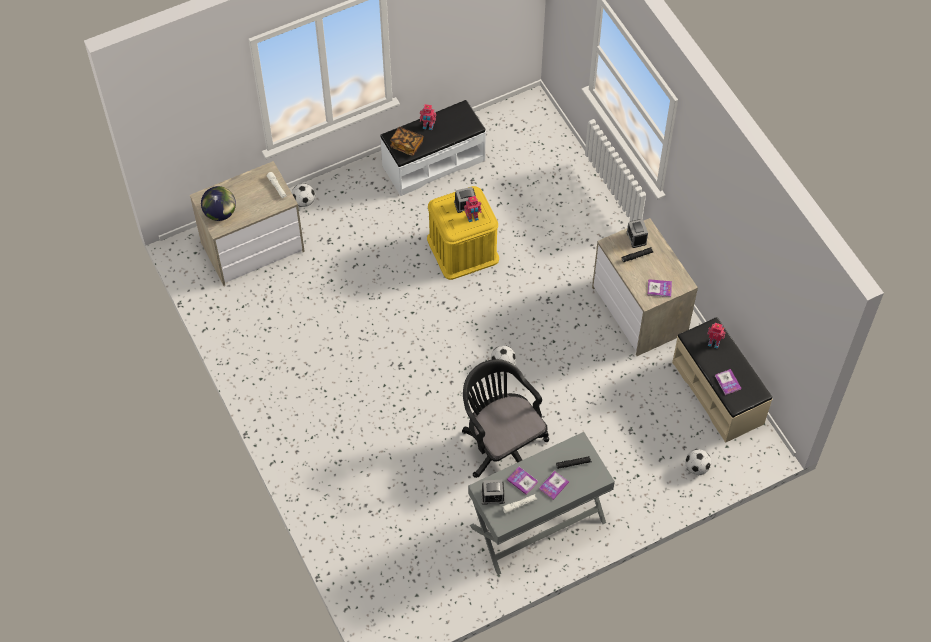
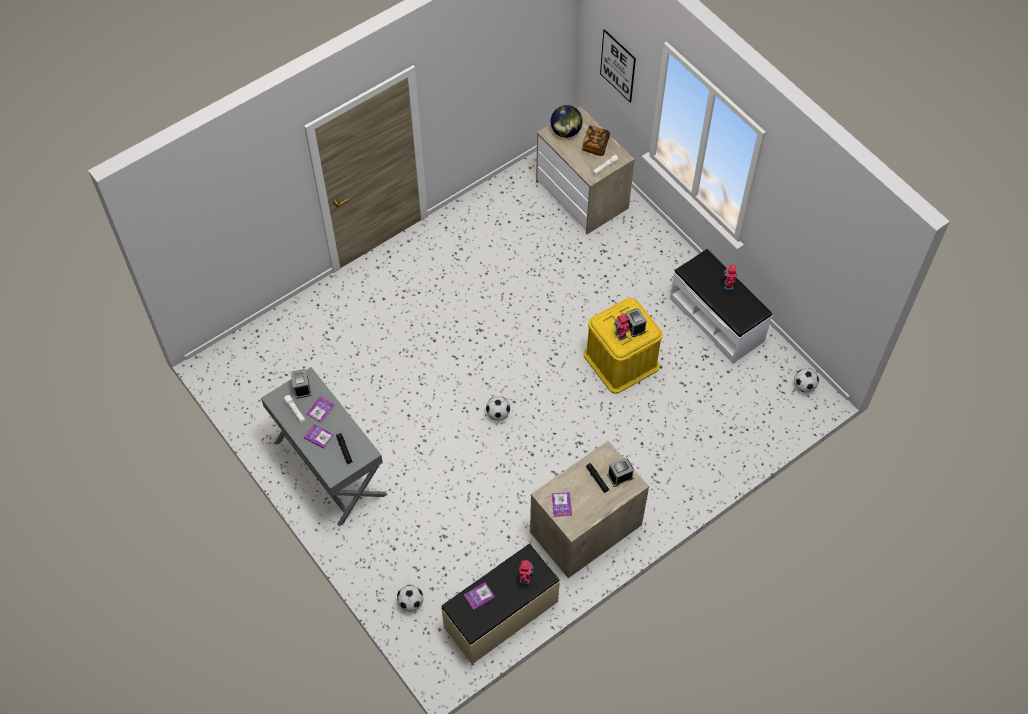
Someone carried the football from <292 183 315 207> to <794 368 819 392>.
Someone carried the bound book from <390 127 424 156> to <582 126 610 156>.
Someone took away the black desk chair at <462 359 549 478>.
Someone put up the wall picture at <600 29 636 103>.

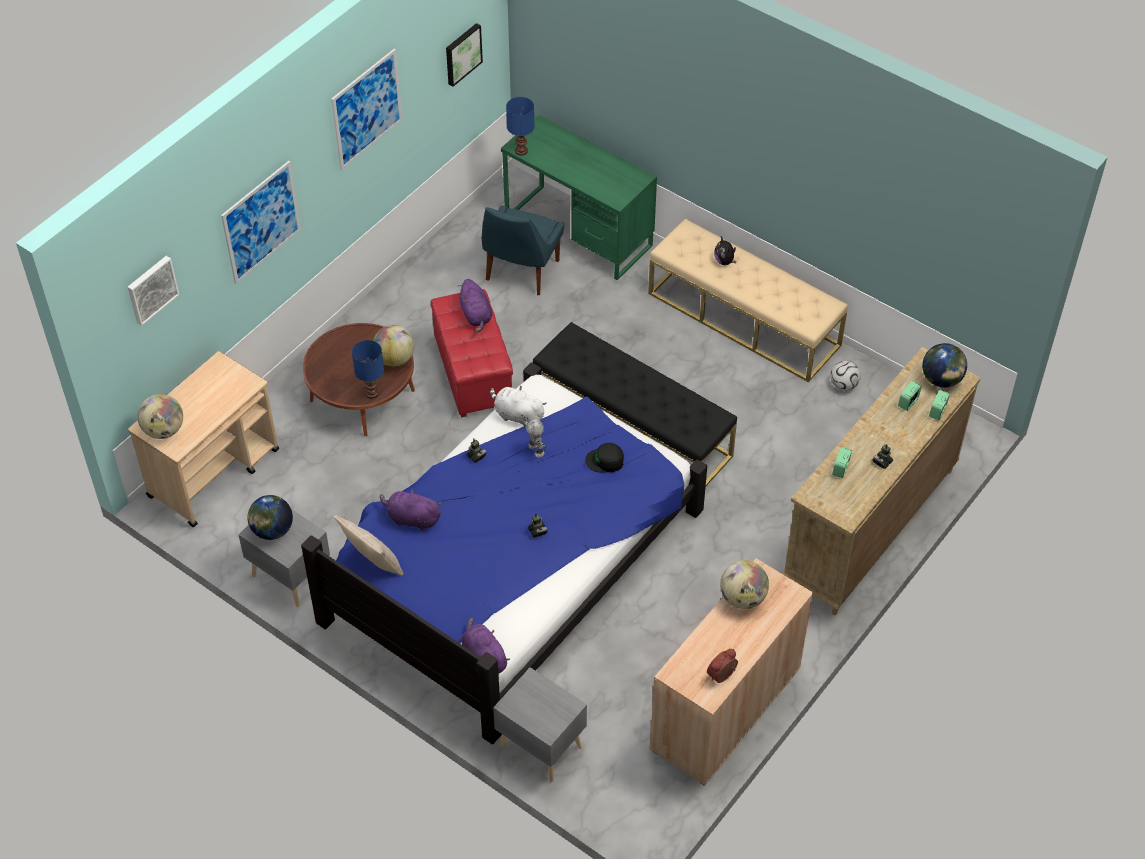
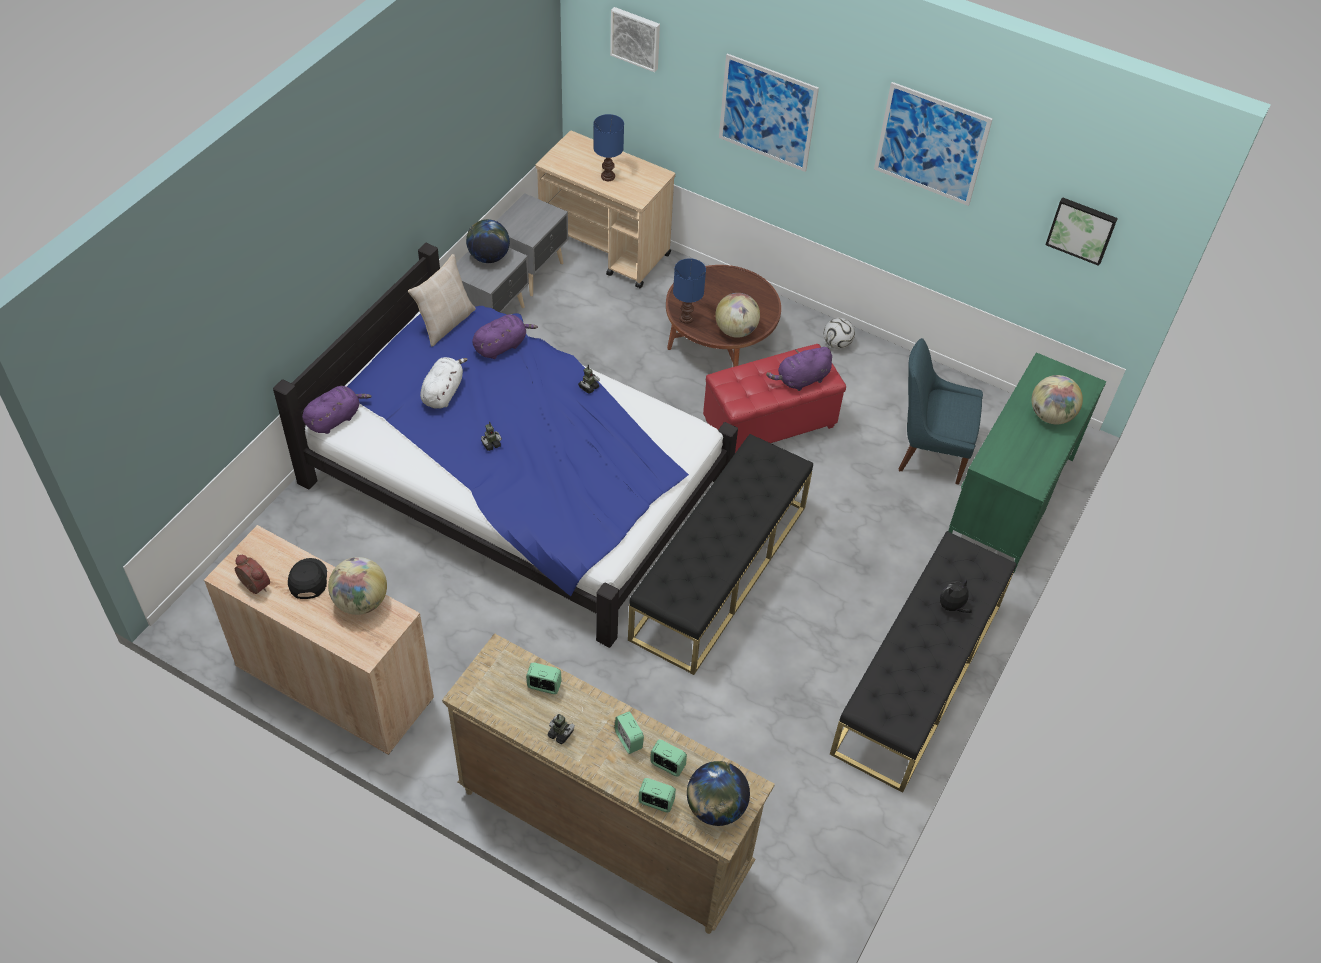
Someone carried the desk globe from <137 394 183 439> to <1032 375 1083 424>.
Someone rotated the purple plush toy at <380 488 441 531> by 45 degrees clockwise.
Someone carried the white-coloured plush toy from <490 386 547 427> to <420 357 468 409>.
Someone carried the grey bedside table from <493 667 587 782> to <497 193 568 296>.
Someone carried the blue-coloured table lamp from <506 97 534 156> to <593 114 624 181>.
Someone took away the model robot at <523 417 546 457>.
Someone carried the black cap from <585 443 624 472> to <288 558 327 599>.
Someone repainted the sand-coloured bench at <648 219 848 382>, which became the black bench at <830 531 1016 793>.
Someone carried the football from <831 361 861 391> to <823 318 855 349>.
Someone put down the bedside clock at <615 712 644 754>.

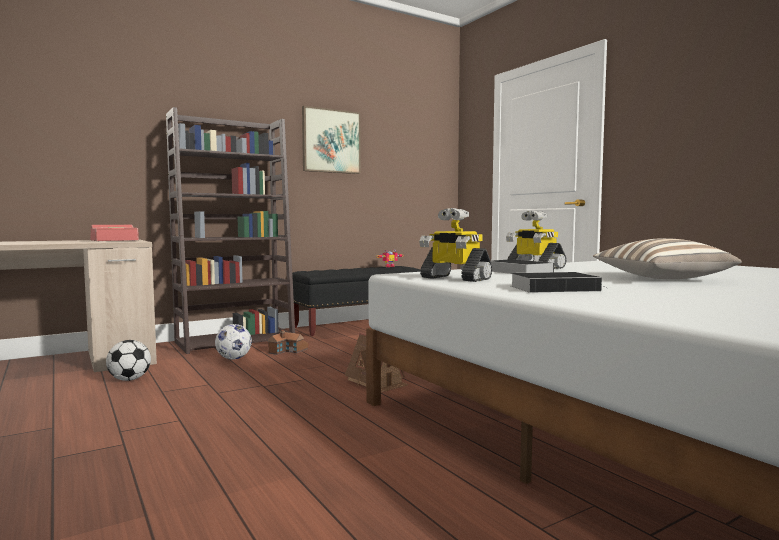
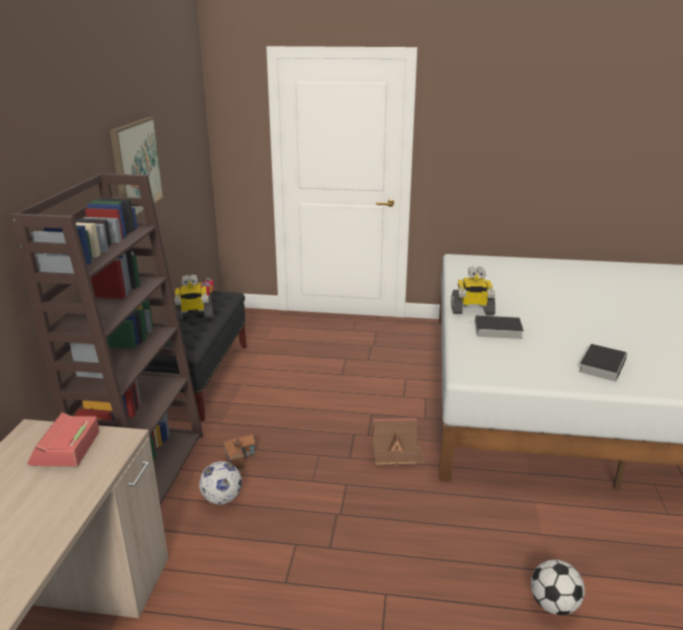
Someone carried the football from <106 340 151 381> to <531 560 585 615>.
Someone carried the model robot from <419 208 492 282> to <174 274 213 321>.
Someone took away the pillow at <593 238 742 279>.

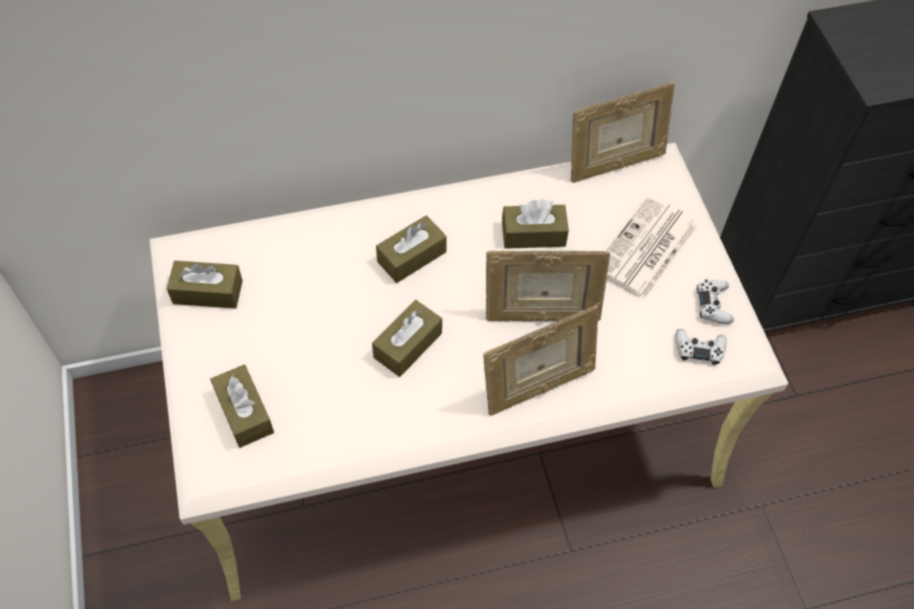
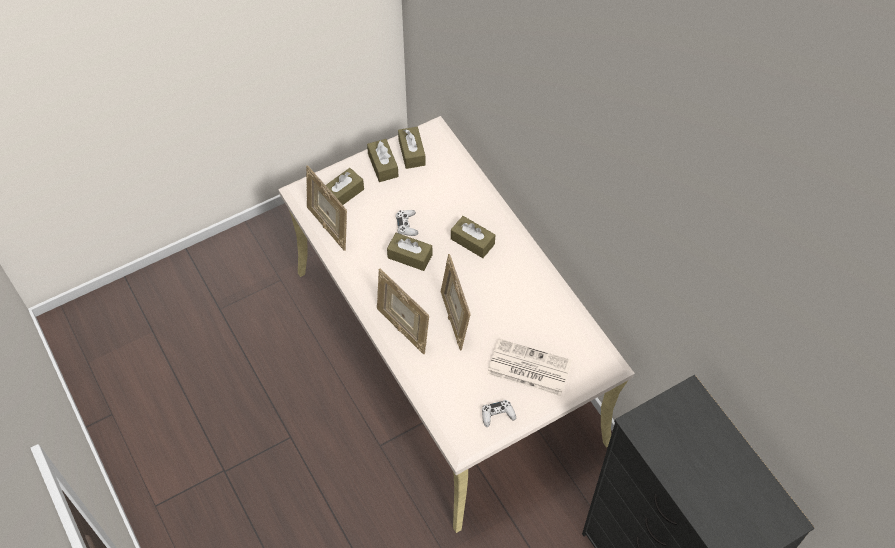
Someone carried the brown-coloured tissue holder from <502 199 569 249> to <367 139 399 182>.
Someone carried the standing frame from <571 82 675 183> to <306 165 347 251>.
Someone carried the white-coloured game controller from <676 328 726 365> to <396 210 418 236>.

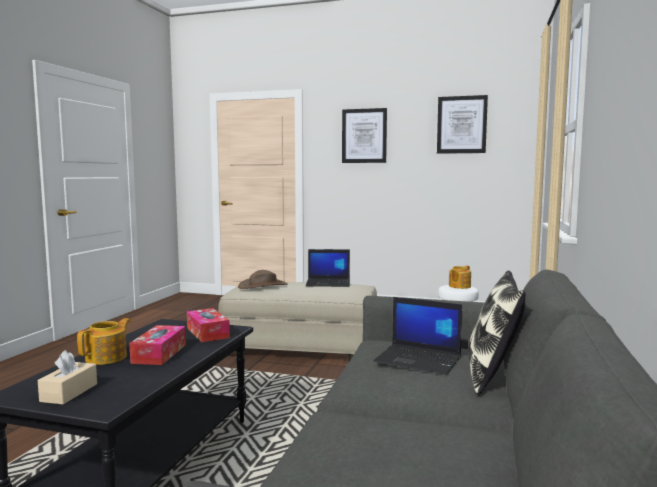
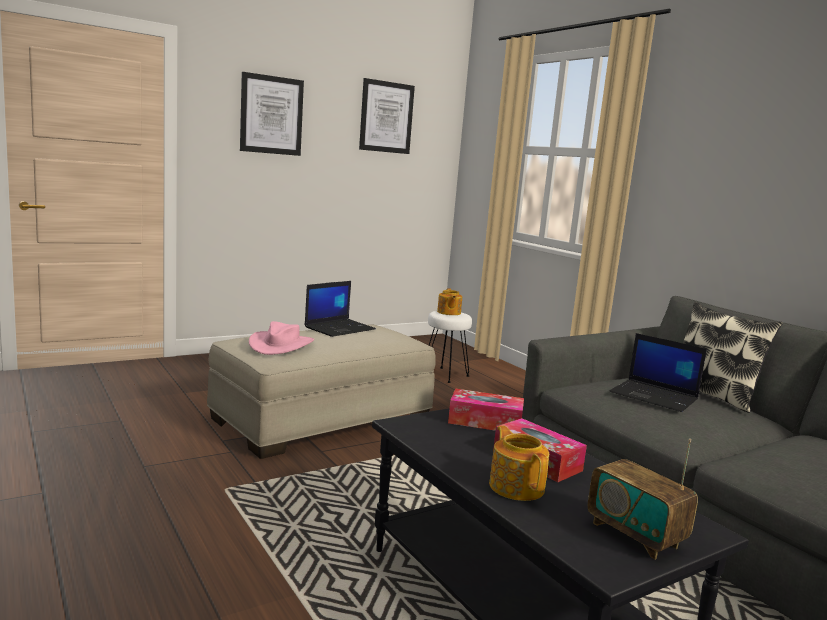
Someone swapped the sand-coloured tissue holder at <38 350 97 405> for the radio set at <588 439 698 559>.
Someone repainted the brown-coloured wearable hat at <238 270 288 289>, which became the pink wearable hat at <249 321 314 355>.
Someone rotated the portable computer at <374 297 462 374> by 60 degrees clockwise.

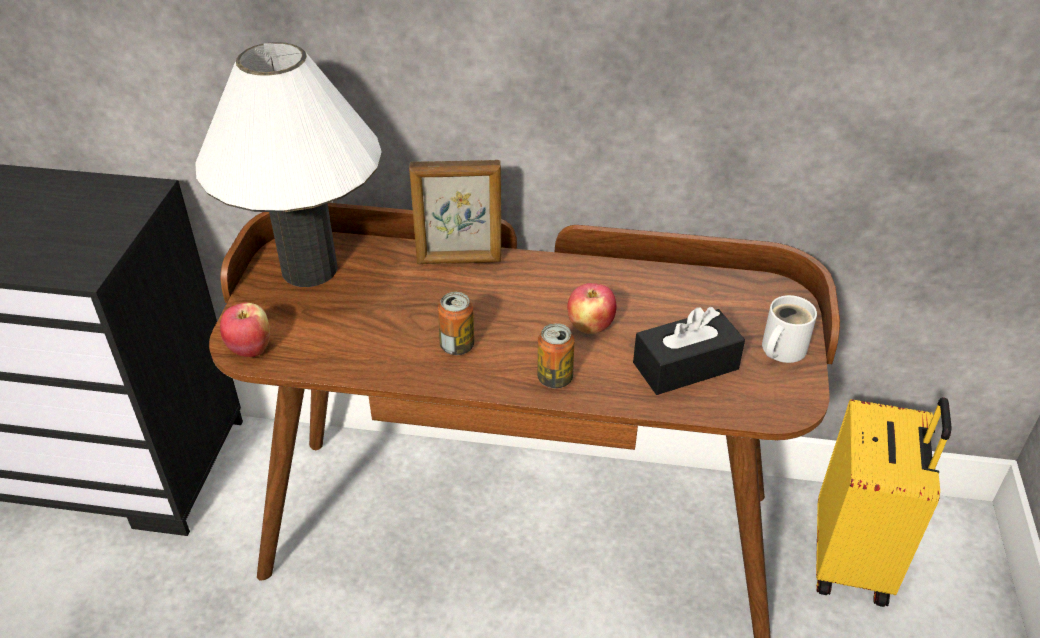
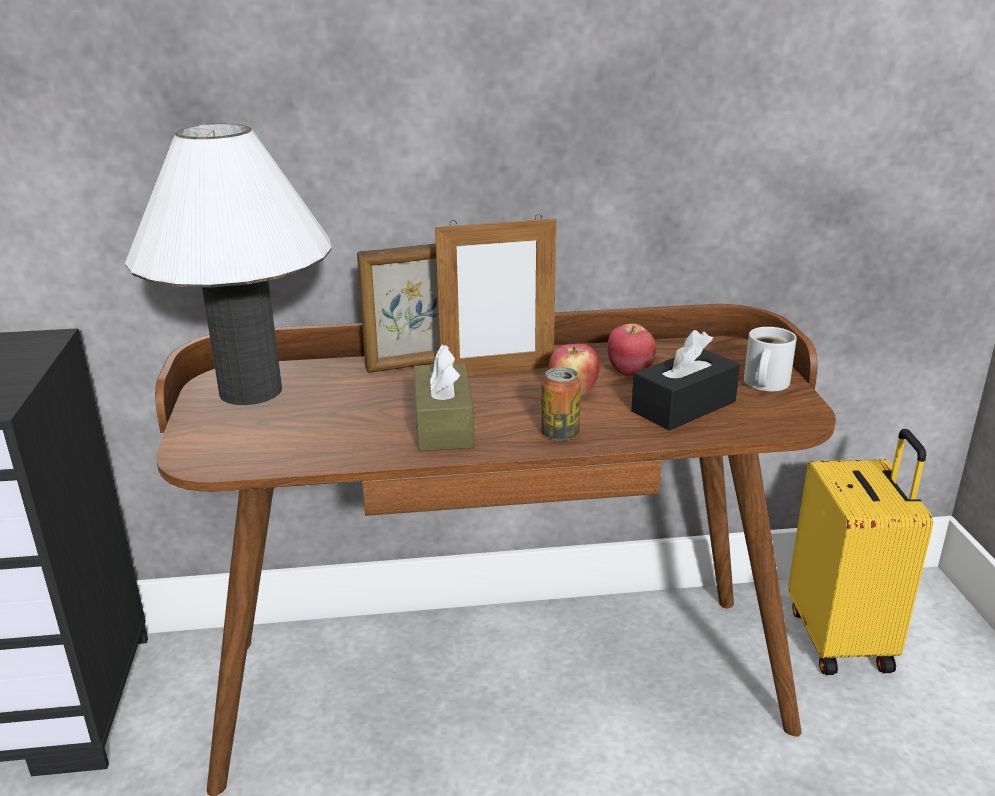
Someone carried the whole apple from <220 302 270 357> to <607 324 656 376>.
Someone swapped the metal can at <438 292 474 355> for the brown-coloured tissue holder at <414 345 475 451>.
Someone put down the standing frame at <435 214 556 375>.

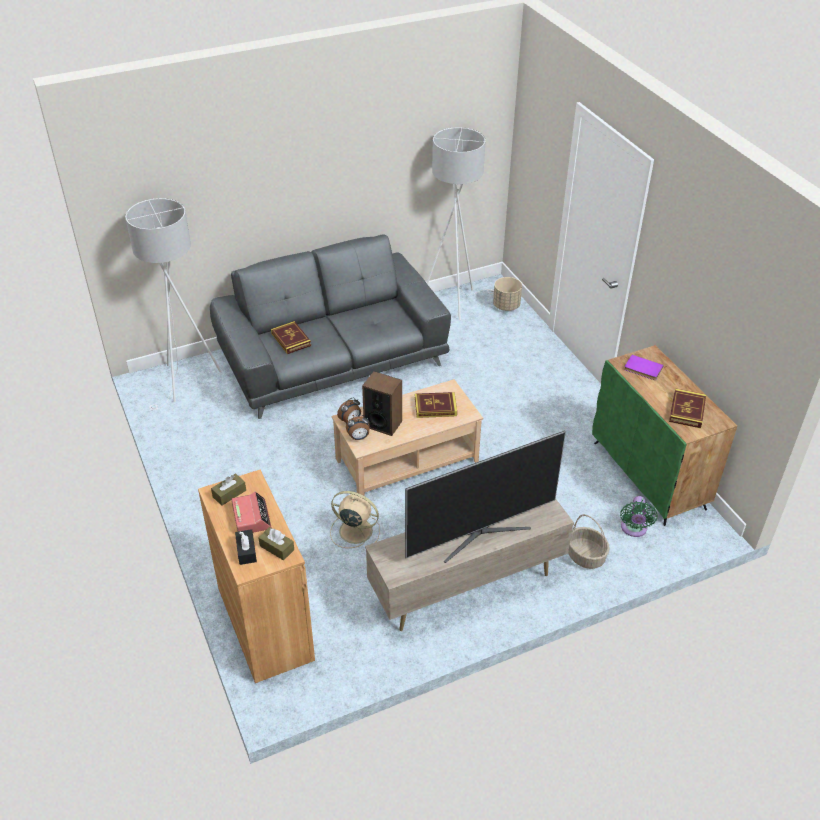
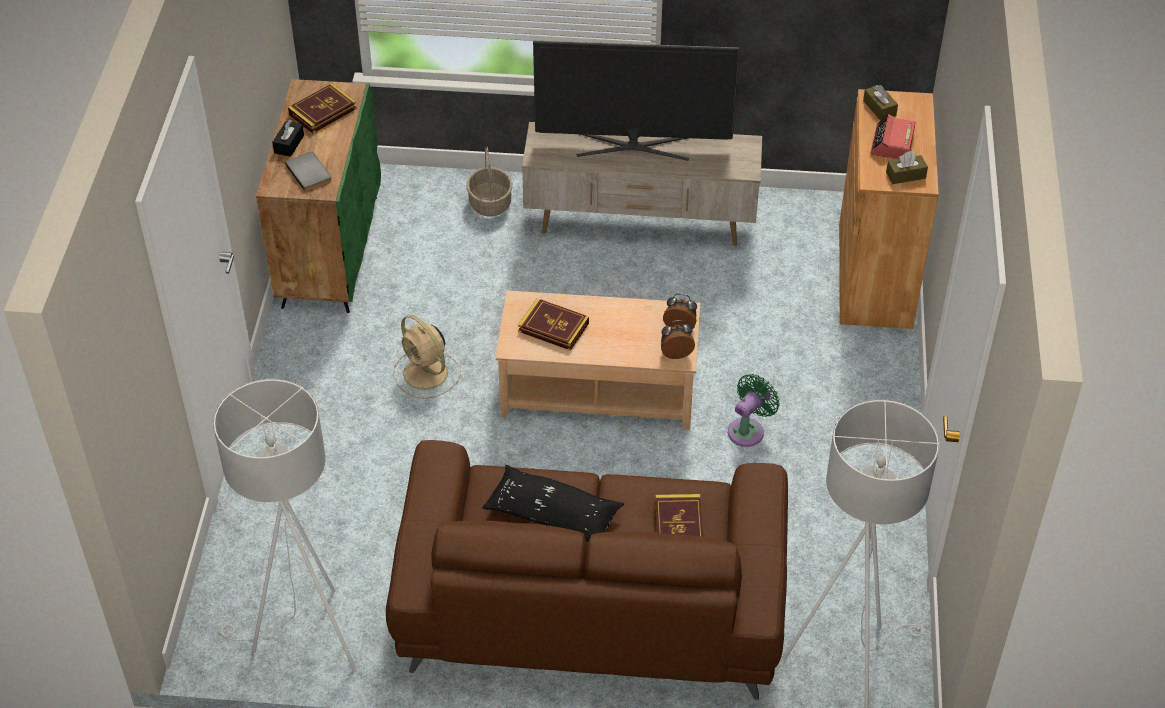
Someone repainted the grey sofa at <210 234 451 419>, which became the brown-coloured sofa at <386 440 788 700>.
Someone carried the black tissue holder from <235 529 257 565> to <272 120 304 157>.
Someone carried the sand-coloured cooling fan from <330 491 380 548> to <393 315 461 399>.
Someone took away the loudspeaker at <362 371 402 436>.
Someone took away the sand-coloured flower pot at <493 277 522 311>.
Someone carried the greenish cooling fan from <620 496 657 537> to <728 374 780 447>.
Someone repainted the purple bound book at <624 355 664 380>, which became the grey bound book at <285 152 332 192>.
Someone put down the black pillow at <482 465 624 542>.

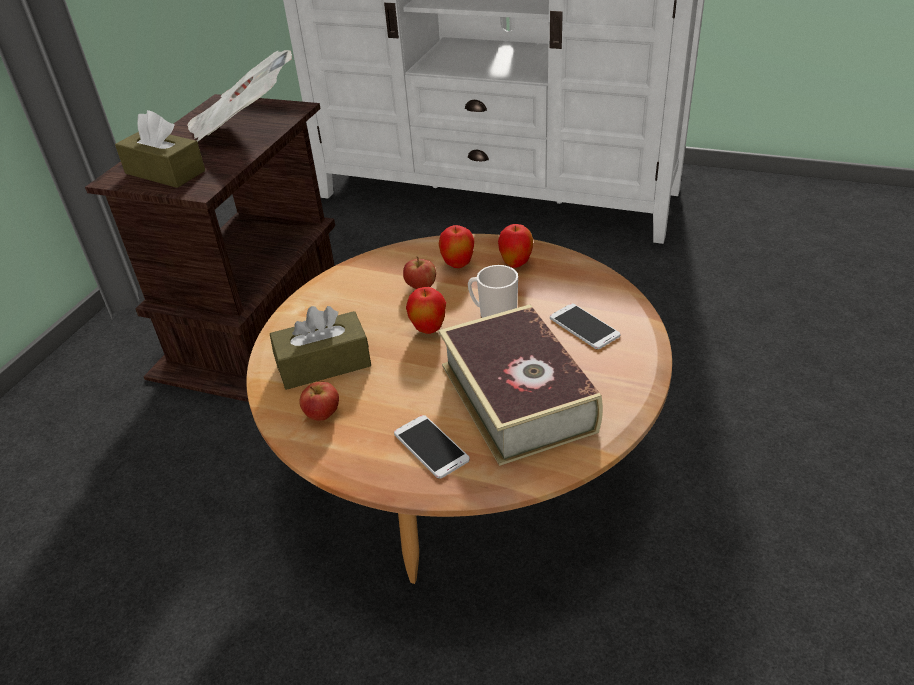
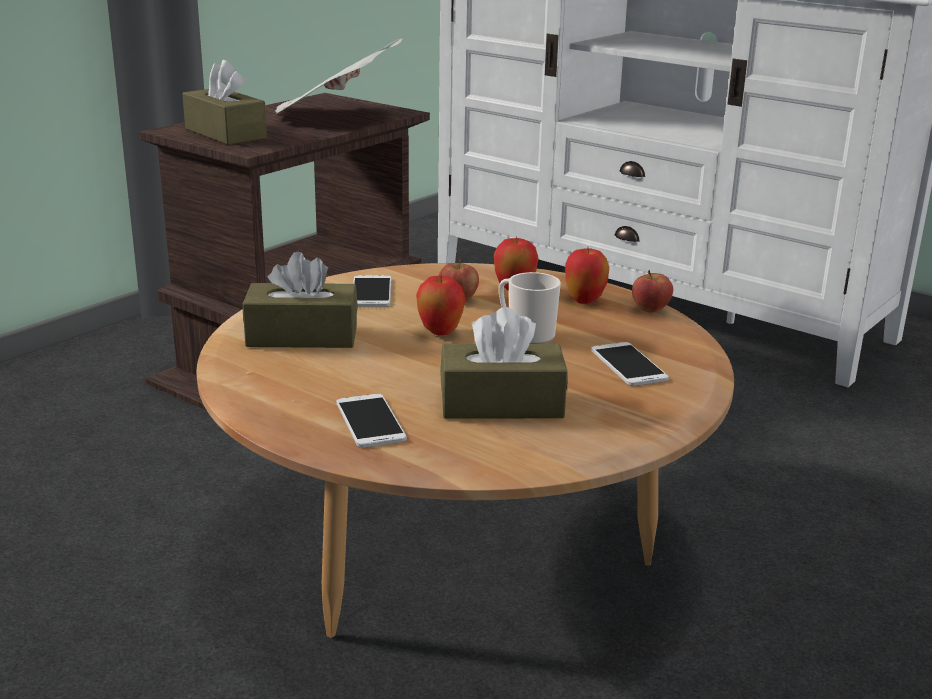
Someone carried the whole apple from <299 382 339 421> to <632 270 673 313>.
Someone swapped the bound book at <439 305 603 466> for the brown-coloured tissue holder at <440 307 568 419>.
Someone put down the phone at <353 275 391 307>.

